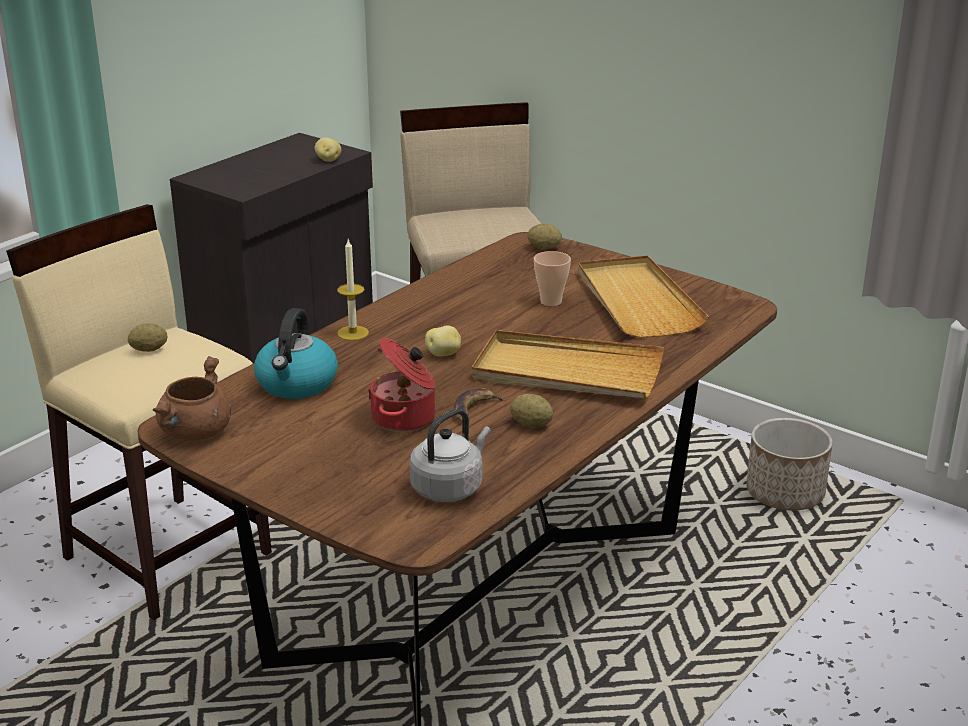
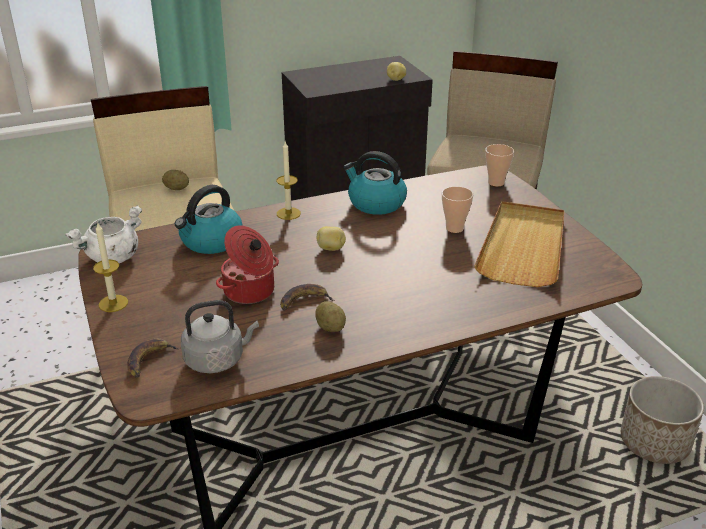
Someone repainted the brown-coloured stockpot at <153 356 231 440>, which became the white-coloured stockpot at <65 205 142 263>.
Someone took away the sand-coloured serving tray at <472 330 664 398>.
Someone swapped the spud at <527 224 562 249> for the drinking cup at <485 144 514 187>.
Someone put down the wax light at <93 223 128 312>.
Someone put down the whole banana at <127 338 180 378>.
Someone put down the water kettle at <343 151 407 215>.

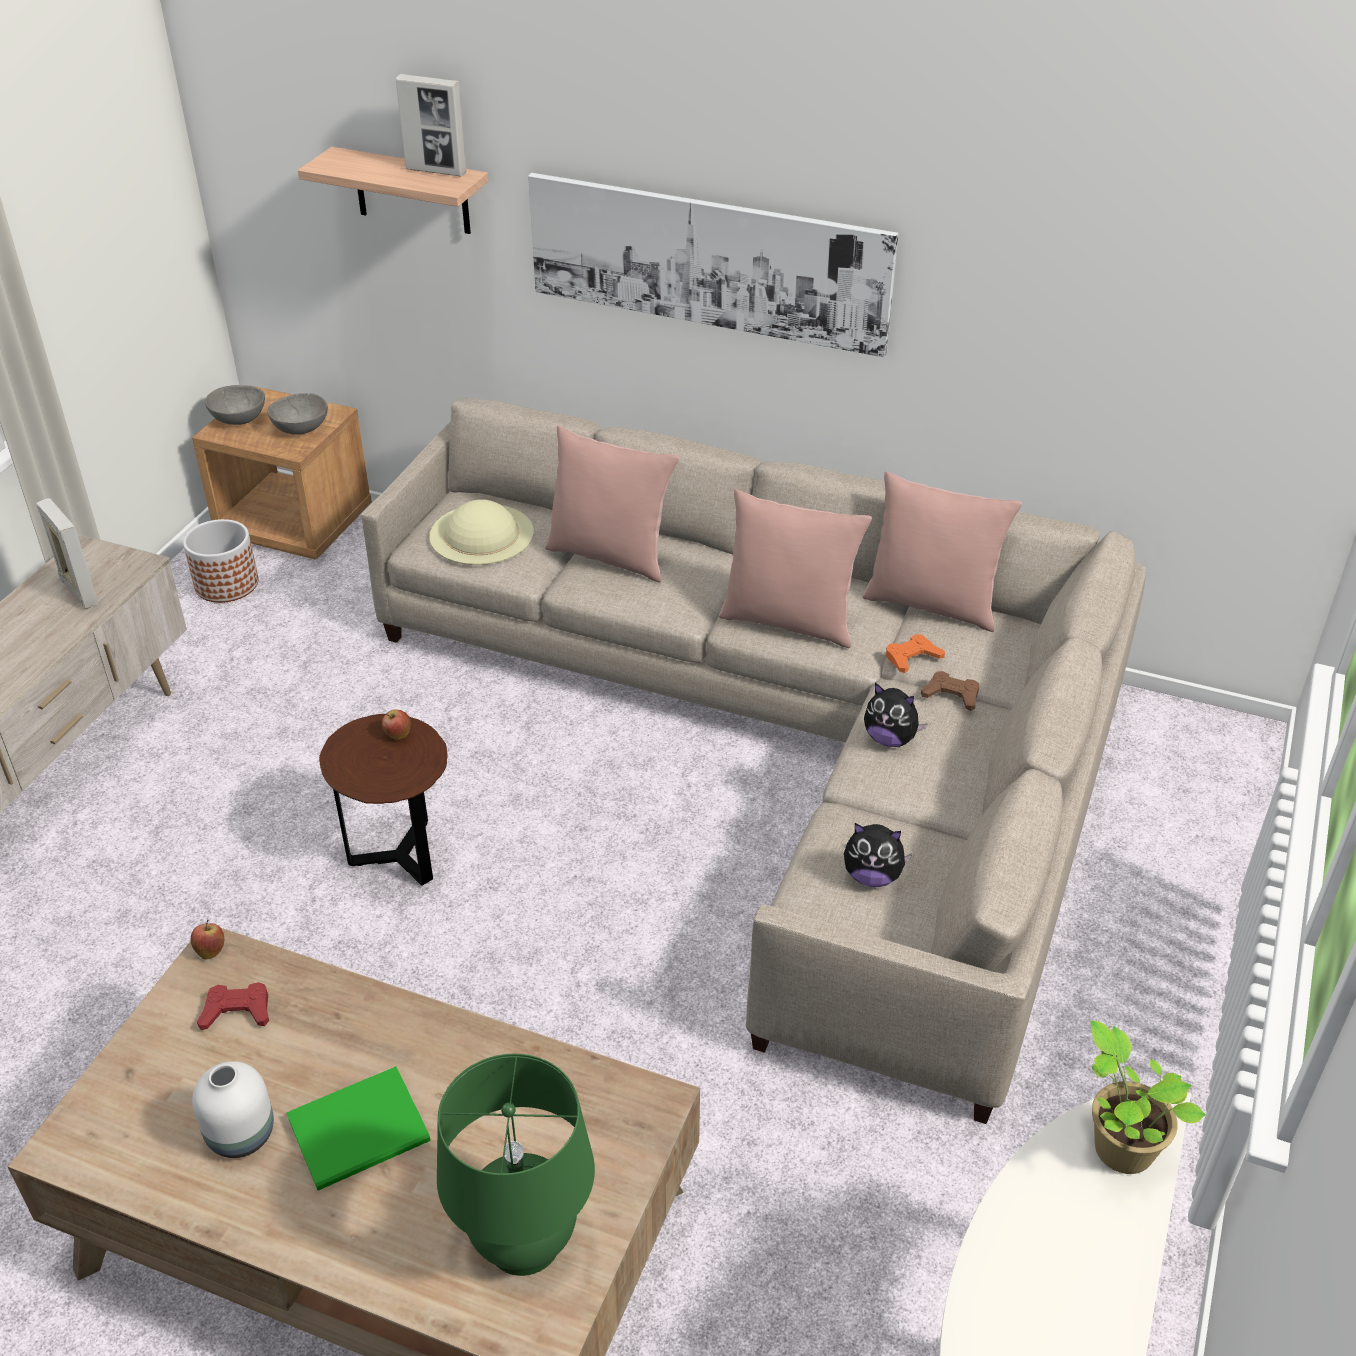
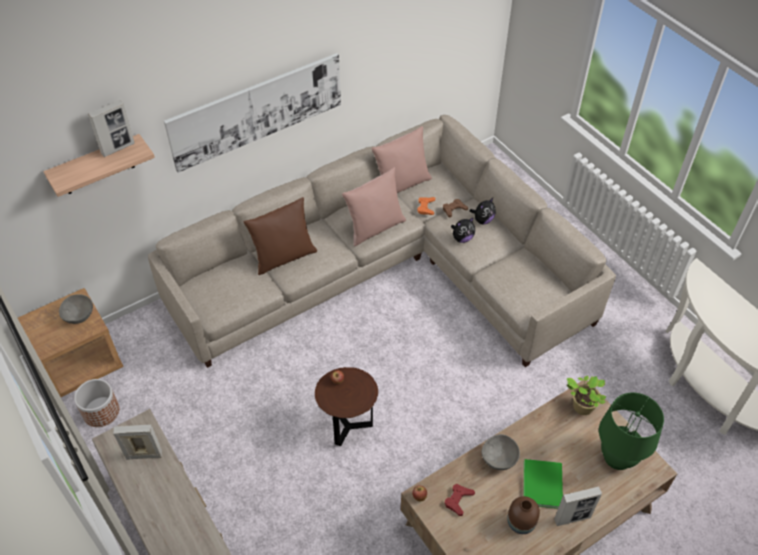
Someone repainted the white-coloured decorative vase at <192 1061 274 1158>, which became the brown-coloured decorative vase at <507 496 540 534>.
Someone carried the grey serving bowl from <205 385 265 425> to <481 434 520 470>.
Someone took away the sand-coloured wearable hat at <429 499 534 565>.
Someone repainted the pink pillow at <545 426 679 582>, which became the brown-coloured pillow at <243 197 317 275>.
Someone carried the plush toy from <844 823 912 887> to <470 198 496 224>.
Someone carried the houseplant from <1090 1020 1206 1174> to <566 376 606 415>.
Someone put down the standing frame at <554 486 602 526>.

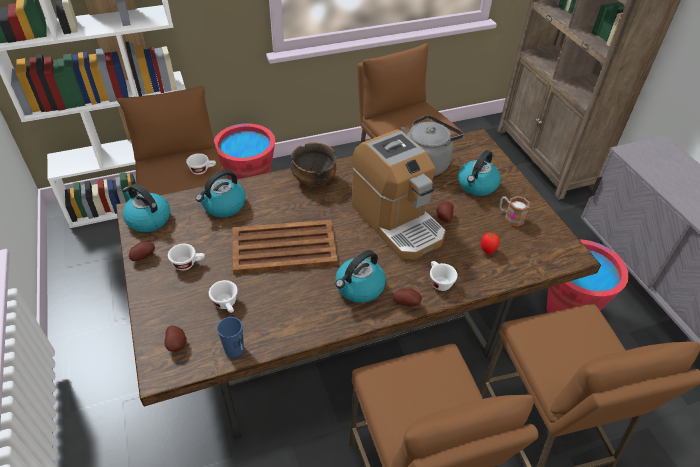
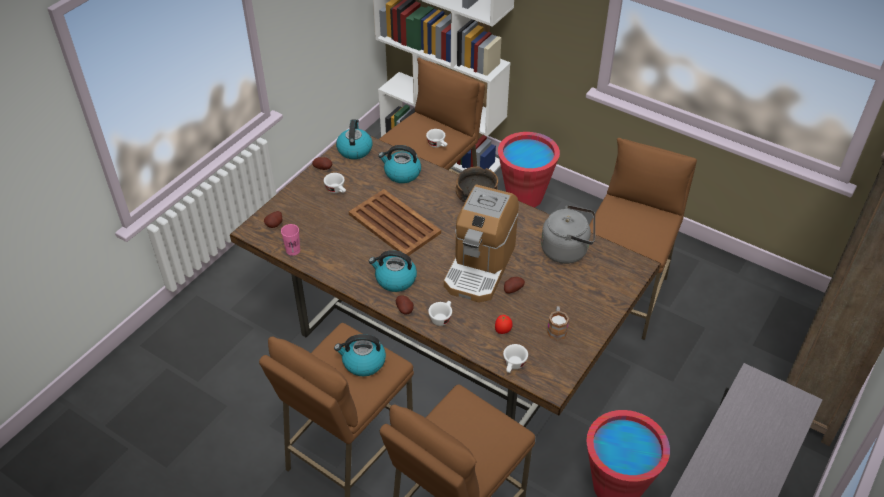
Someone carried the white-coloured drinking cup from <209 280 238 313> to <503 344 528 373>.
Someone repainted the blue-coloured drinking cup at <217 317 244 358>, which became the pink drinking cup at <281 224 300 256>.
Someone carried the water kettle from <458 150 501 196> to <334 334 386 377>.

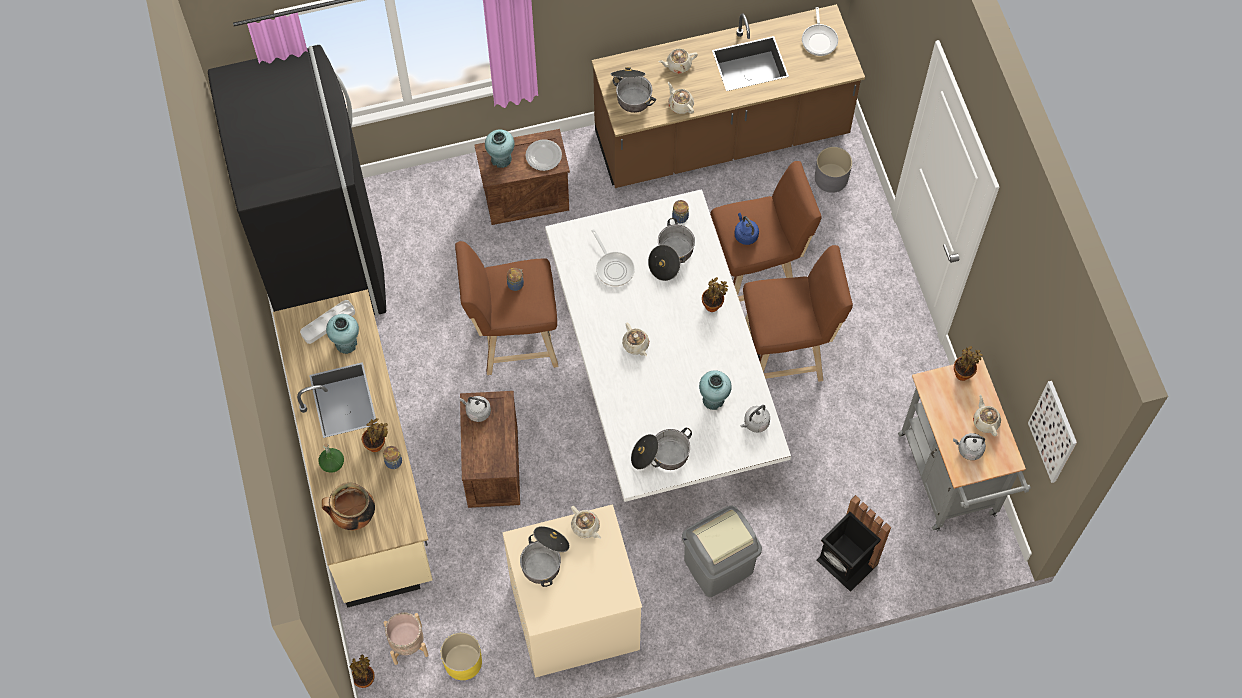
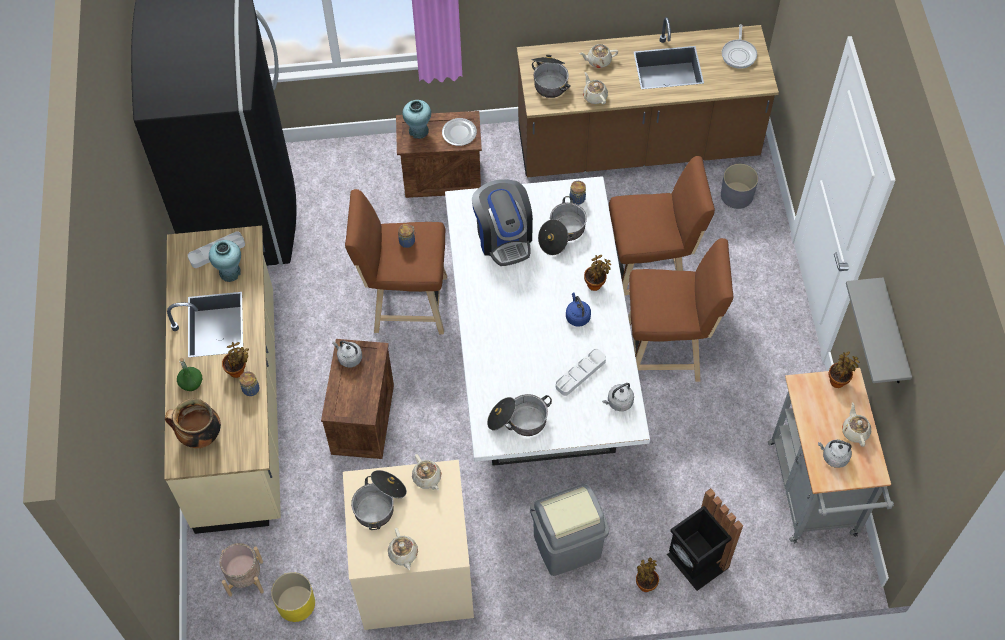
Someone carried the houseplant from <350 655 375 688> to <636 558 659 592>.
Someone swapped the frying pan at <592 229 635 286> for the coffee brewer at <472 179 533 266>.
Someone carried the sand-coloured pot for tea from <622 323 649 356> to <388 528 418 570>.
Someone swapped the blue-green decorative vase at <699 370 732 410> for the grey serving tray at <556 349 606 396>.
Someone carried the blue-coloured water kettle from <735 213 759 245> to <566 292 591 327>.
Someone took away the wall picture at <1028 381 1077 483>.
Someone put up the grey bracket shelf at <846 277 912 383>.

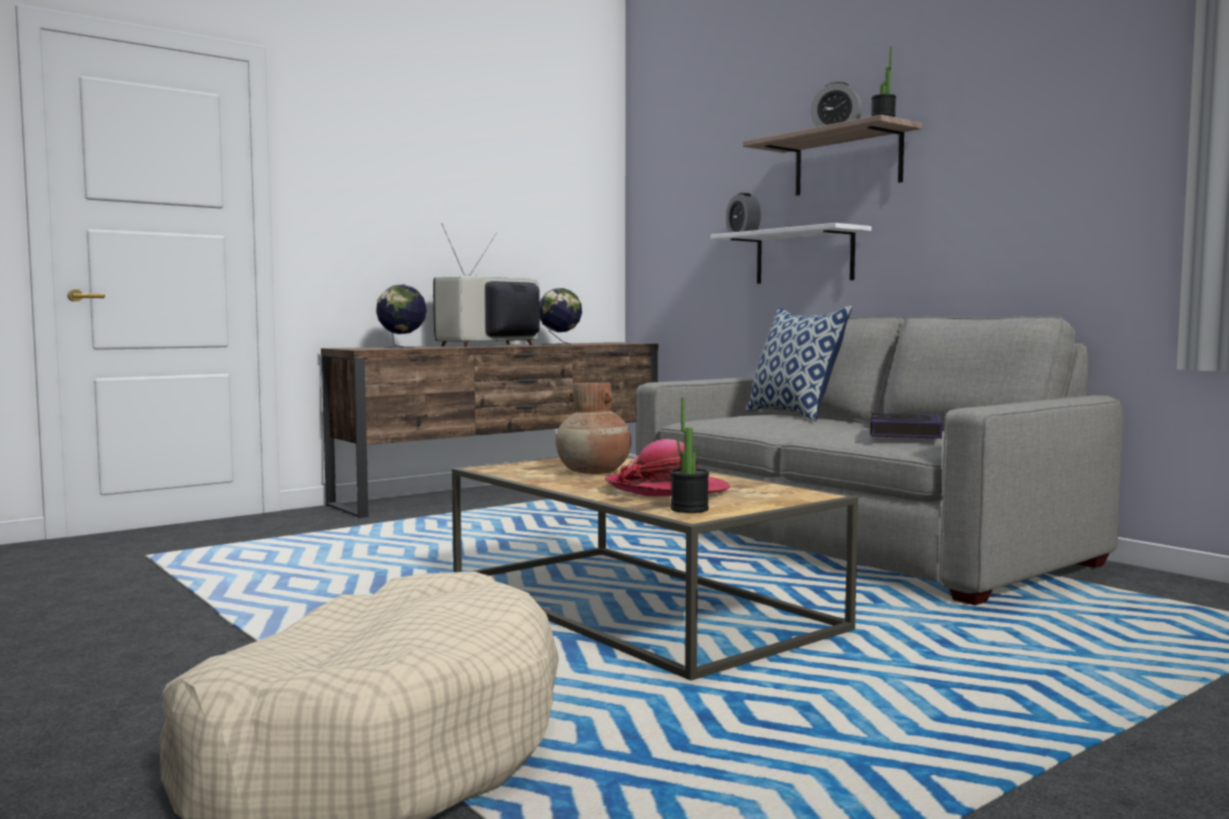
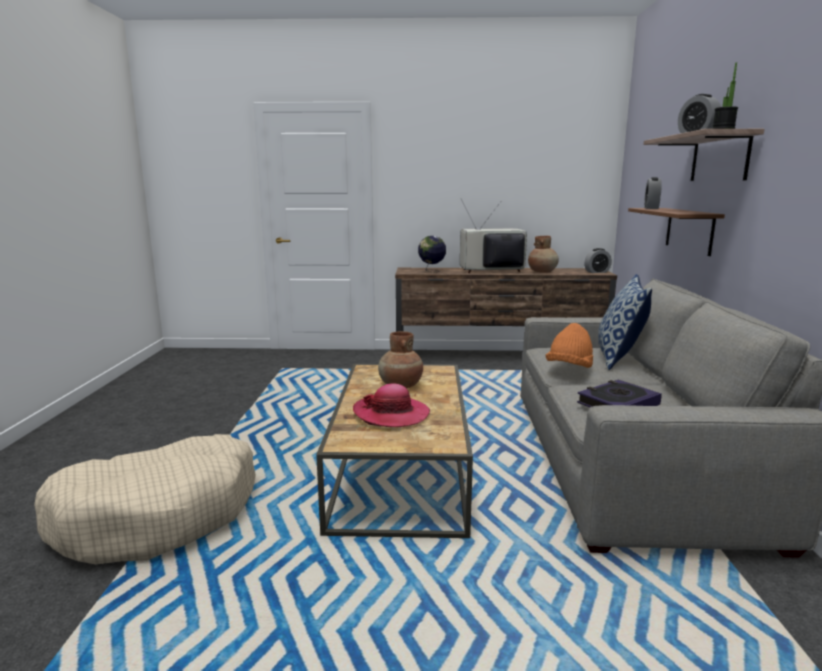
Someone swapped the desk globe at <540 288 582 345> for the brown-coloured decorative vase at <528 236 559 273>.
Someone took away the houseplant at <670 398 709 513>.
Someone repainted the white-coloured bracket shelf at <711 223 871 284>, which became the brown-coloured bracket shelf at <628 208 725 256>.
Someone put down the orange wearable hat at <546 323 593 368>.
Someone put down the bedside clock at <584 248 612 273>.

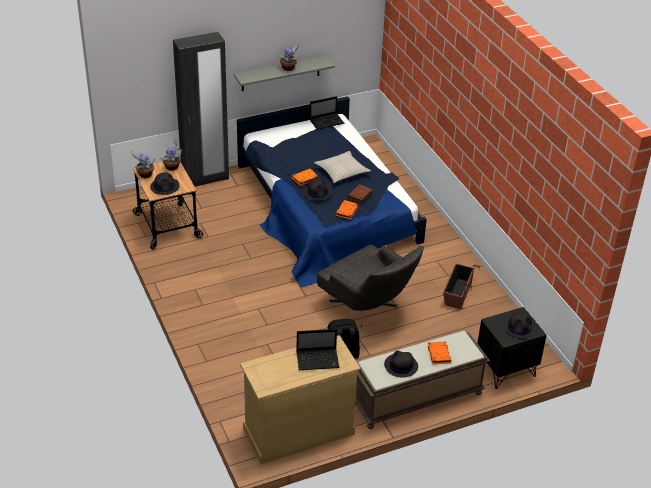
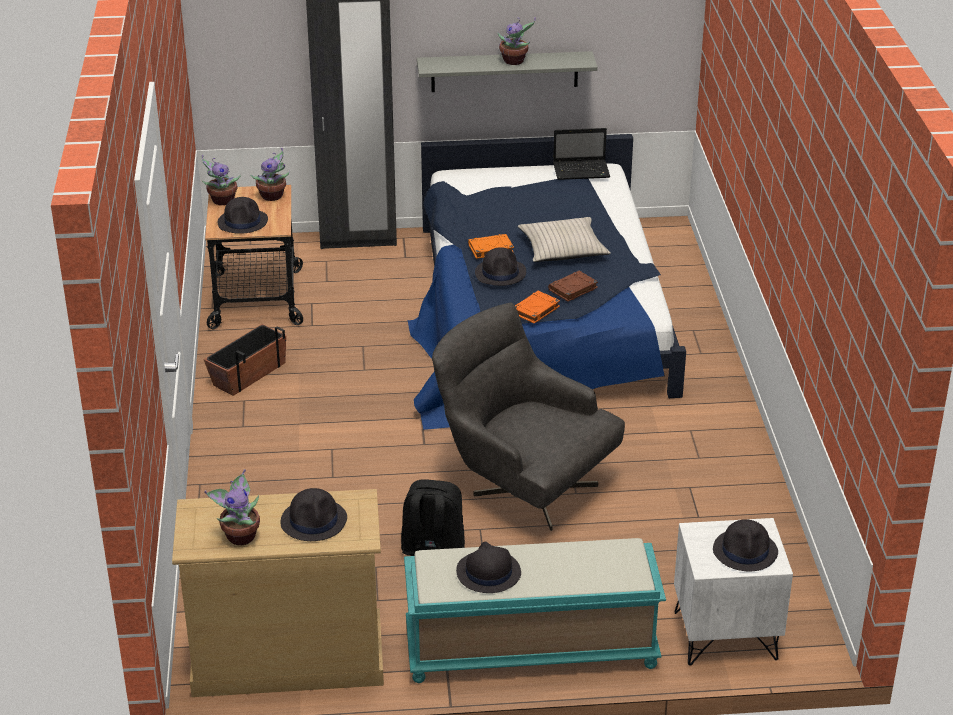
Someone swapped the portable computer at <296 329 339 370> for the black wearable hat at <281 488 347 541>.
Someone rotated the grey easy chair at <317 245 424 327> by 150 degrees clockwise.
Someone repainted the brown-coloured bench at <355 331 490 429>, which became the blue-green bench at <404 538 666 683>.
Someone took away the orange bound book at <428 342 451 364>.
Someone carried the flower pot from <443 264 480 309> to <204 324 286 396>.
Someone repainted the black bedside table at <477 307 547 389>, which became the white-coloured bedside table at <674 518 793 666>.
Someone put down the houseplant at <204 469 260 545>.

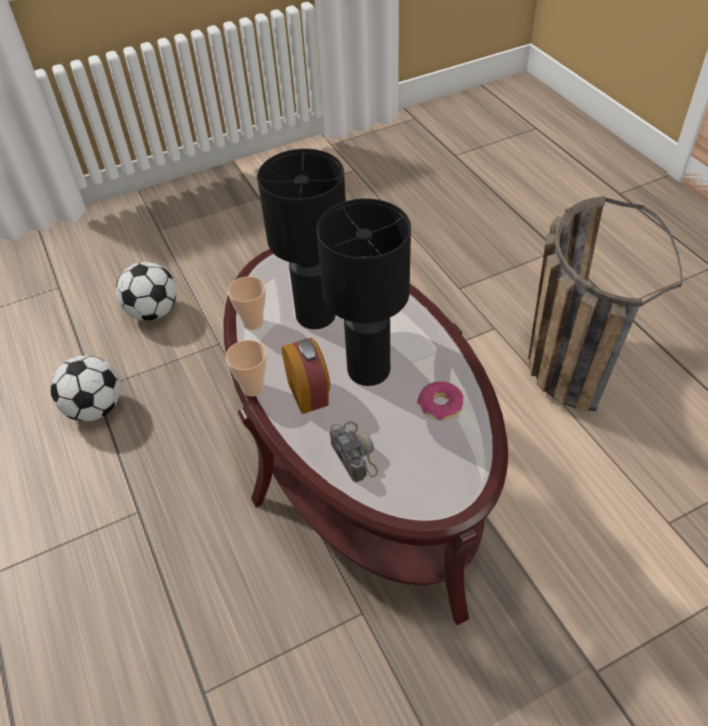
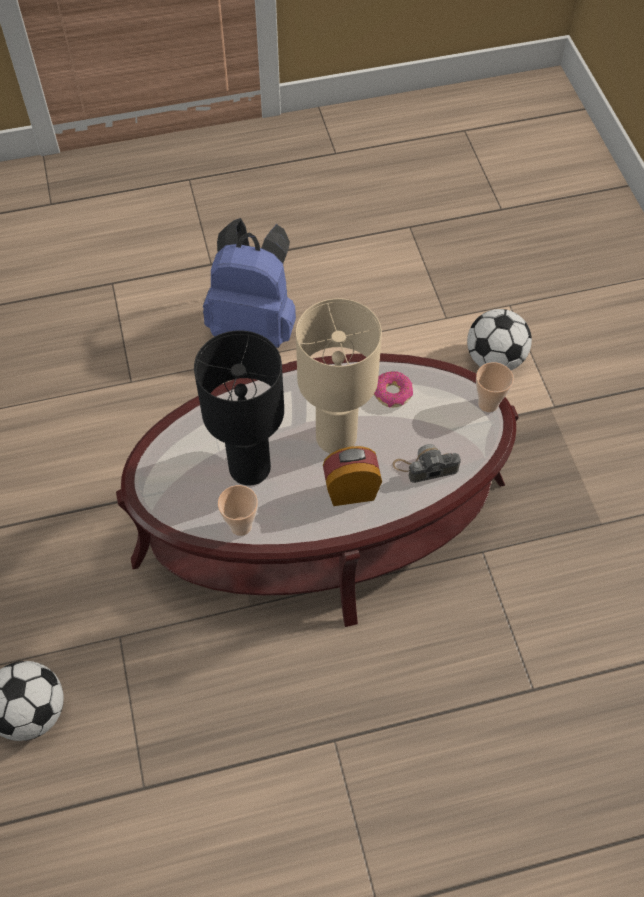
Someone carried the football from <50 356 120 421> to <467 309 532 370>.
Someone carried the drinking cup from <225 340 267 397> to <476 362 514 412>.
Someone repainted the black table lamp at <317 198 411 386>, which became the sand-coloured table lamp at <296 298 382 454>.
Someone swapped the basket at <528 196 683 411> for the blue-coloured knapsack at <203 218 296 348>.

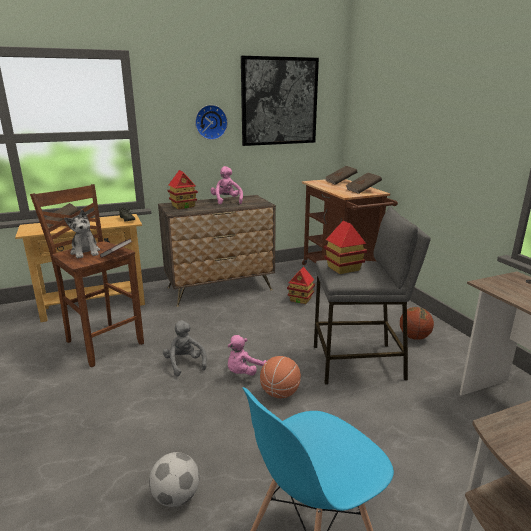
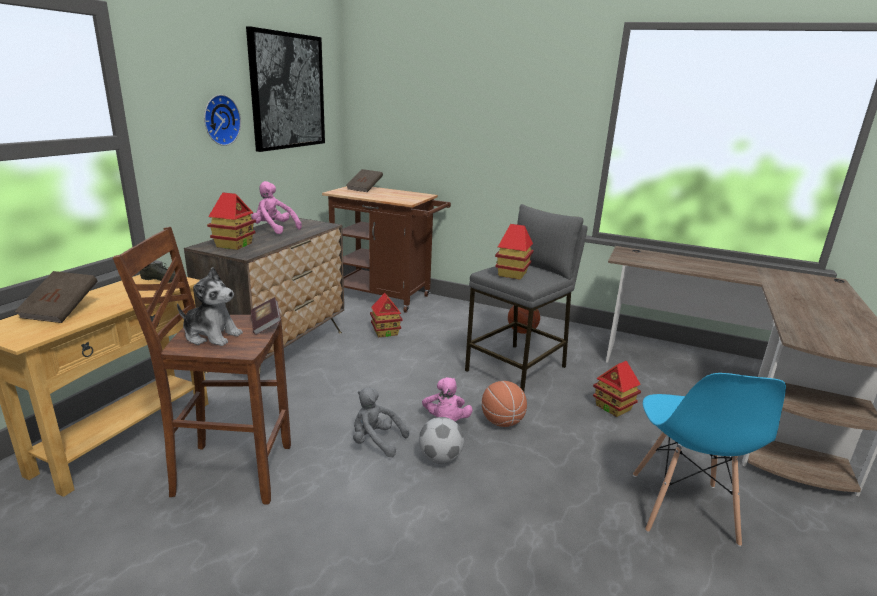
Someone carried the football from <149 452 200 507> to <419 417 464 464>.
Someone took away the brown-coloured bound book at <346 173 382 194>.
Someone put down the model house at <593 361 641 417>.

